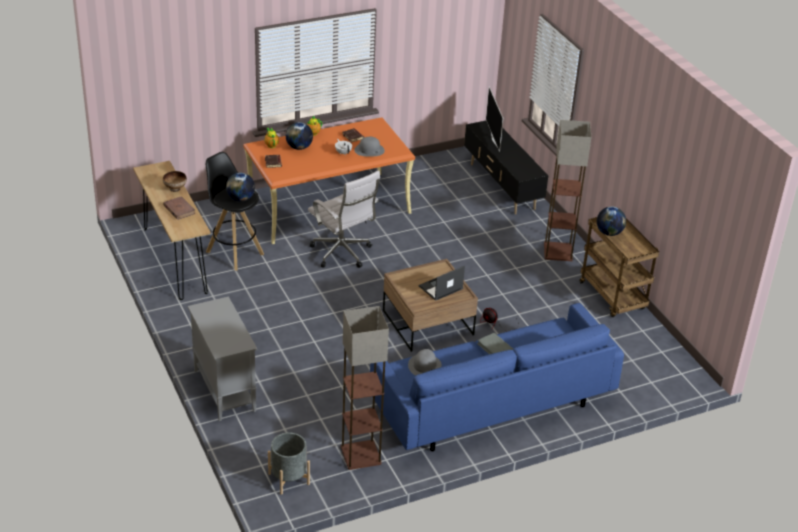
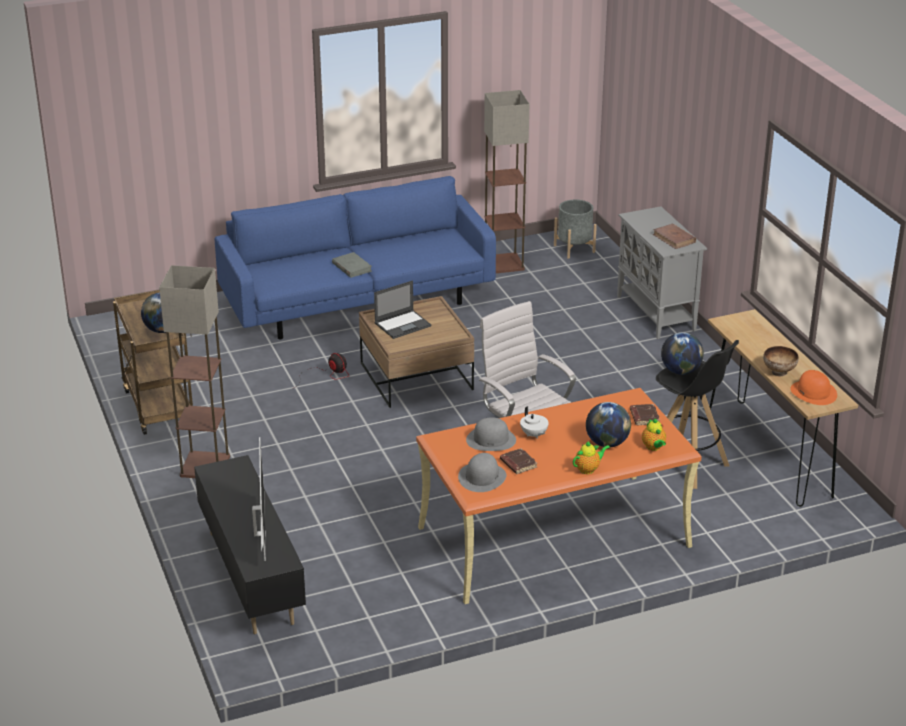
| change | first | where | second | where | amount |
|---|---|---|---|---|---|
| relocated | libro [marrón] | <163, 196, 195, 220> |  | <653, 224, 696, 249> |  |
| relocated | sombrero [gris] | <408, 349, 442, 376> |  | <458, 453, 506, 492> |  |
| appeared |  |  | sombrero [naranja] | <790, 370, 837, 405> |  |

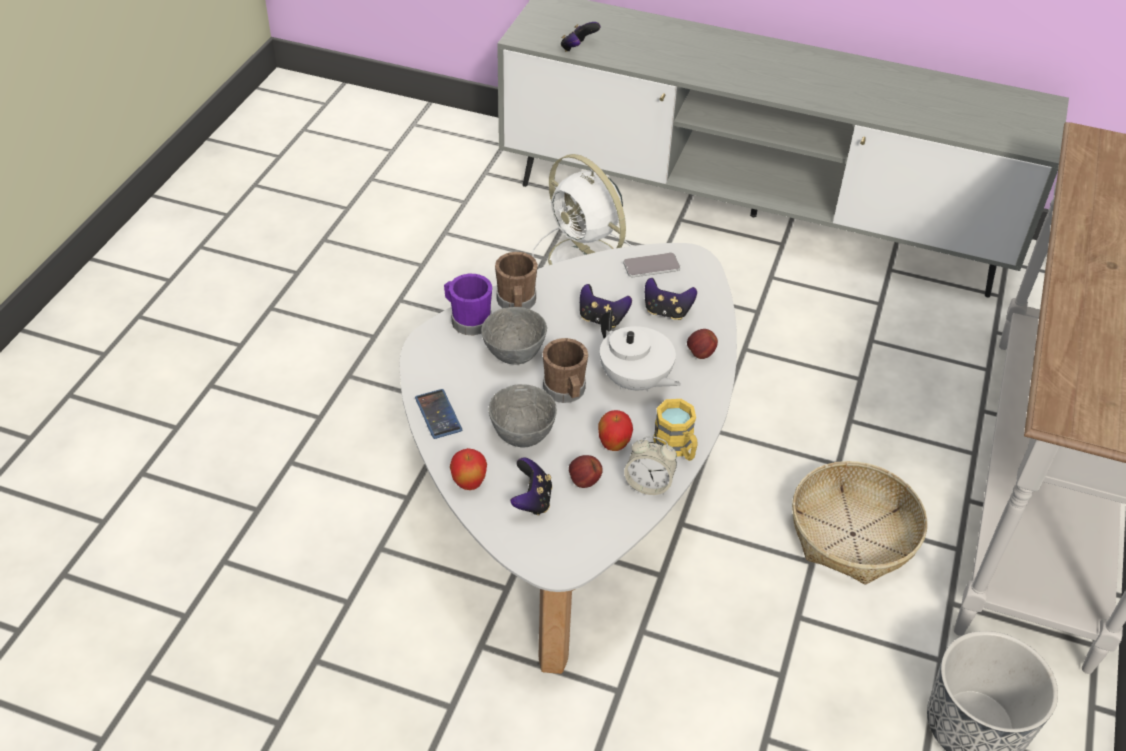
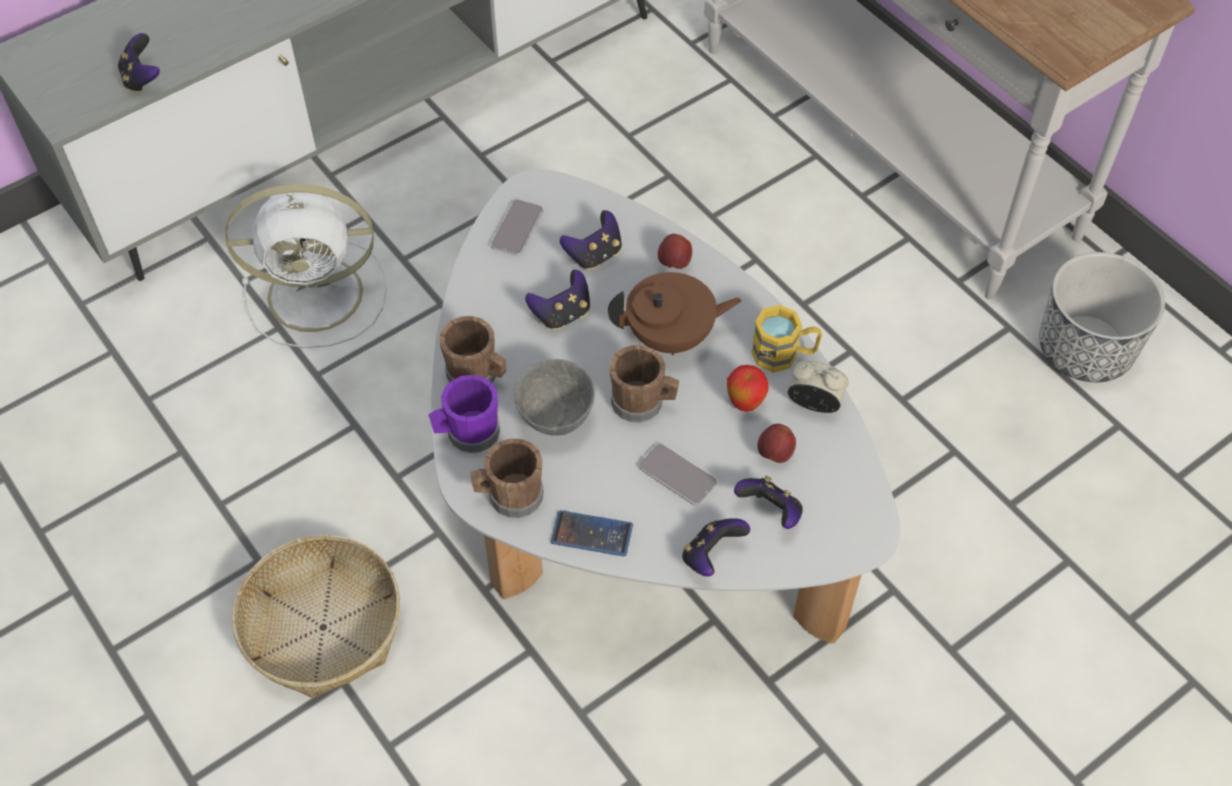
| change | first | where | second | where | amount |
|---|---|---|---|---|---|
| colour | tetera [blanco] | <600, 310, 681, 391> | tetera [marrón] | <608, 272, 742, 356> |  |
| exchanged | cuenco [gris] | <489, 384, 557, 447> | móvil | <639, 443, 717, 506> |  |
| spun | despertador | <624, 436, 677, 495> |  | <788, 361, 849, 413> | 120 degrees counterclockwise |
| exchanged | manzana | <450, 448, 487, 490> | mando de consola | <682, 518, 750, 577> |  |
| relocated | cesta | <792, 461, 927, 585> |  | <232, 535, 400, 698> |  |
| appeared |  |  | taza grande [marrón] | <470, 438, 544, 518> |  |

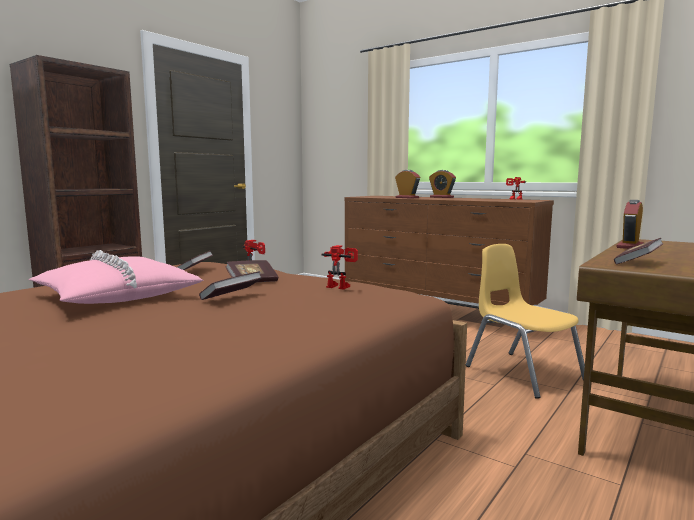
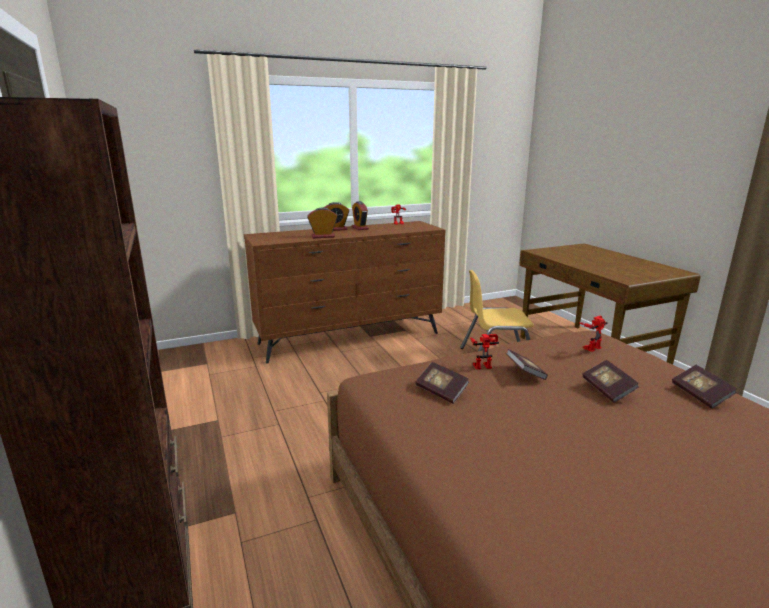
| change | first | where | second | where | amount |
|---|---|---|---|---|---|
| relocated | despertador | <617, 200, 644, 249> |  | <351, 201, 369, 230> |  |
| relocated | libro | <614, 238, 663, 264> |  | <672, 365, 737, 409> |  |
| missing | cojín [rosa] | <29, 250, 203, 304> |  |  |  |

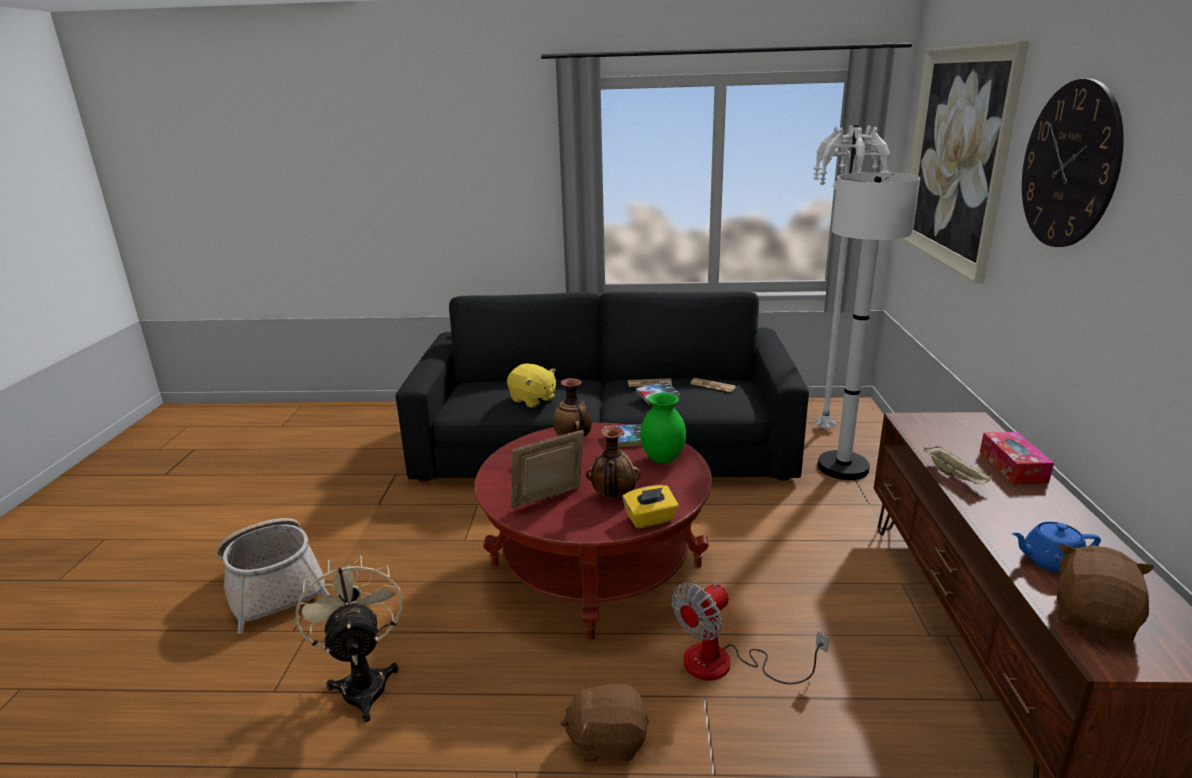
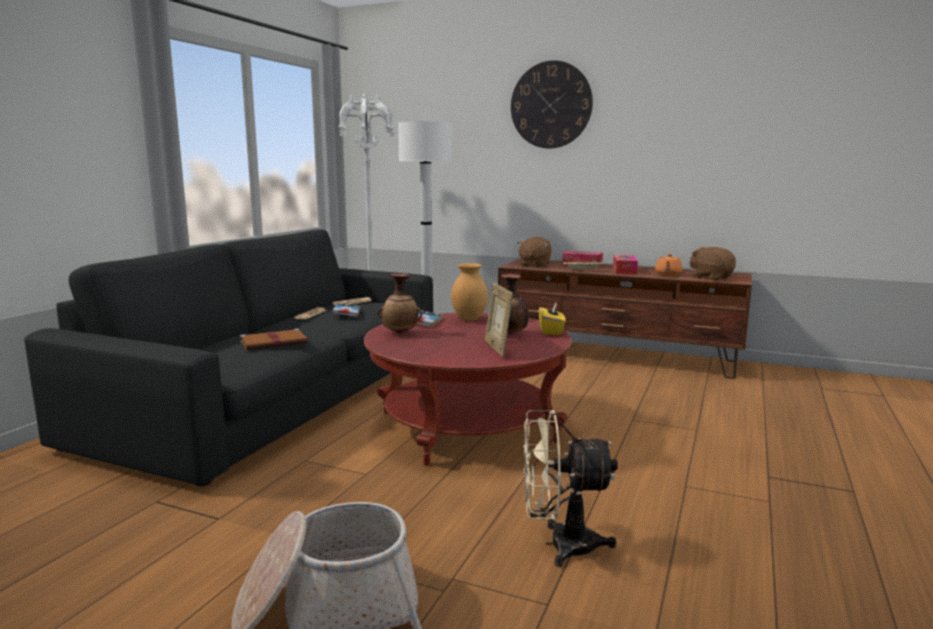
| change | first | where | second | where | amount |
|---|---|---|---|---|---|
| missing | cuadro | <900, 41, 1029, 283> |  |  |  |
| exchanged | peluche [amarillo] | <507, 363, 556, 408> | libro [marrón] | <240, 329, 307, 350> |  |
| colour | florero [verde] | <640, 393, 686, 464> | florero [marrón] | <451, 263, 488, 321> |  |
| colour | tetera [azul] | <1012, 522, 1101, 572> | tetera [naranja] | <655, 254, 683, 276> |  |
| missing | ventilador | <672, 583, 829, 684> |  |  |  |
| relocated | peluche [marrón] | <560, 680, 649, 762> |  | <517, 237, 552, 267> |  |
| appeared |  |  | caja de pañuelos | <613, 255, 638, 274> |  |

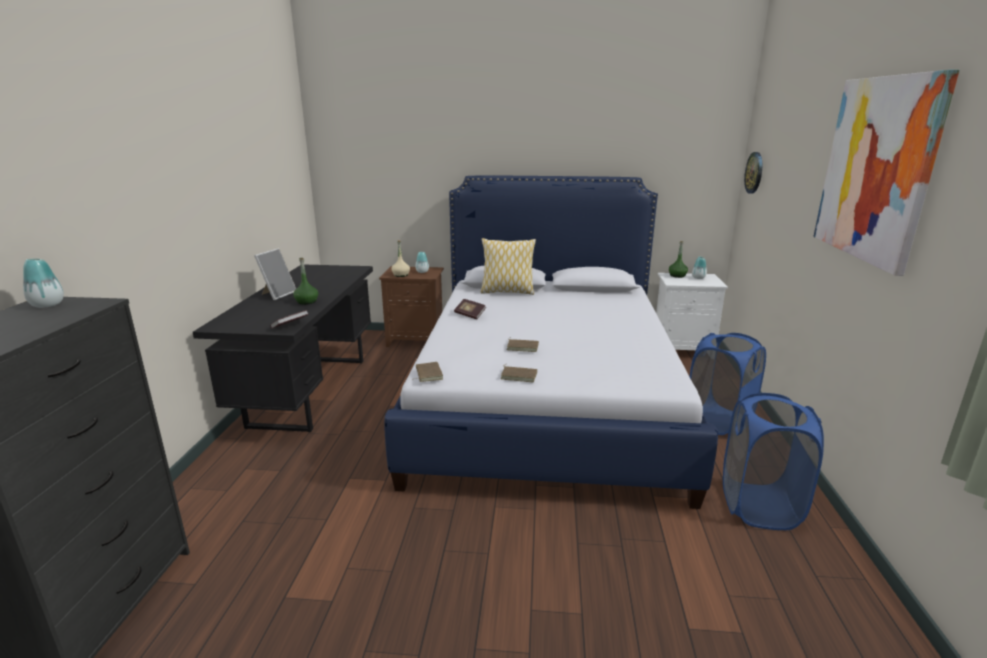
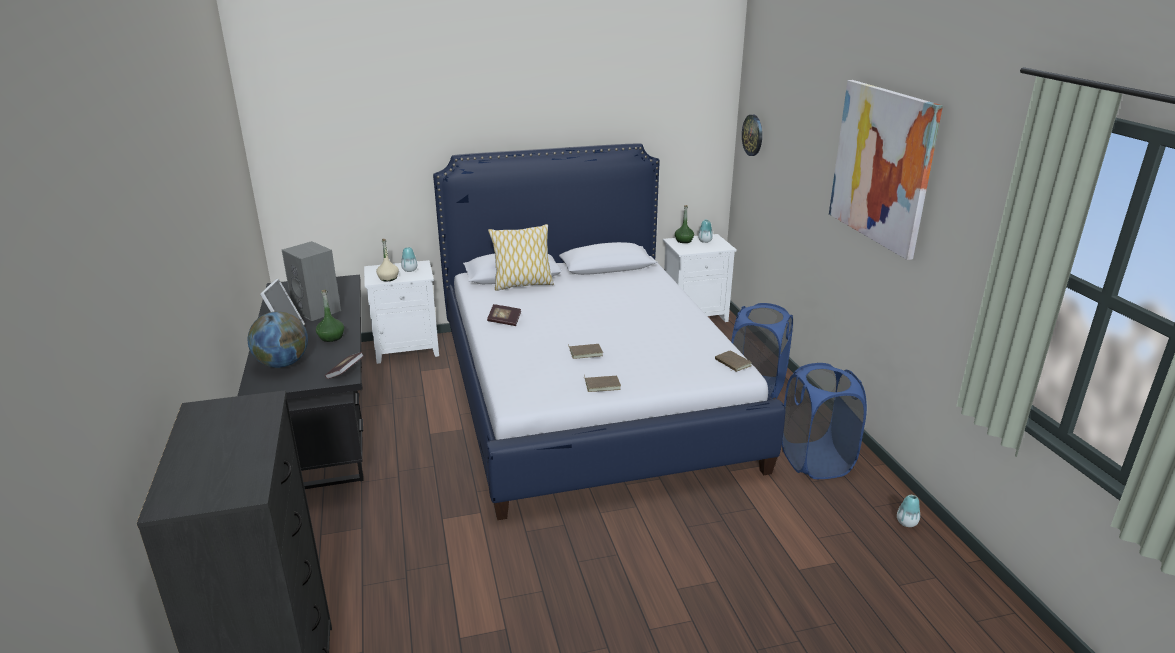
| change | first | where | second | where | amount |
|---|---|---|---|---|---|
| relocated | florero | <23, 258, 64, 308> |  | <897, 495, 920, 527> |  |
| colour | mesita de noche [marrón] | <379, 266, 444, 347> | mesita de noche [blanco] | <364, 260, 439, 364> |  |
| relocated | libro [marrón] | <412, 362, 443, 382> |  | <715, 351, 752, 372> |  |
| appeared |  |  | altavoz [gris] | <282, 241, 341, 321> |  |
| appeared |  |  | globo terráqueo | <247, 311, 308, 368> |  |

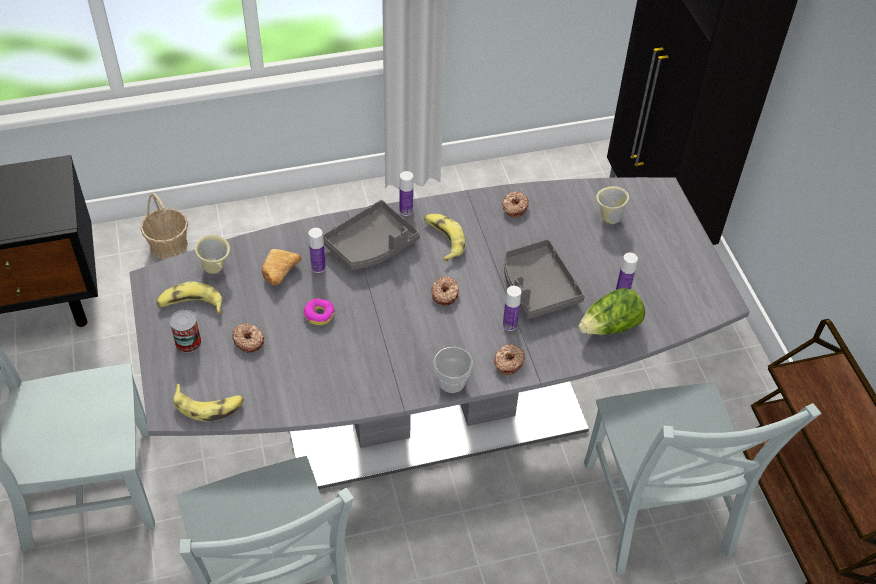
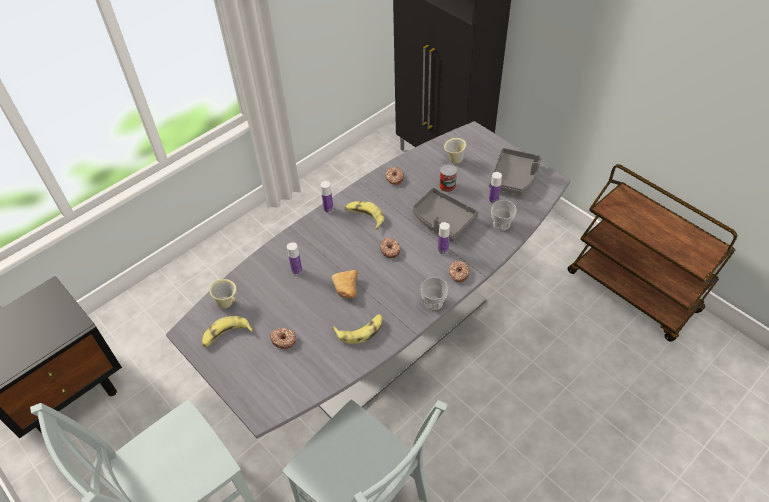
| change | first | where | second | where | amount |
|---|---|---|---|---|---|
| missing | cesta | <141, 193, 188, 259> |  |  |  |
| relocated | bandeja [gris] | <323, 200, 420, 270> |  | <489, 148, 542, 195> |  |
| relocated | pan | <262, 249, 301, 286> |  | <331, 270, 358, 299> |  |
| exchanged | lechuga | <578, 288, 645, 335> | taza | <491, 200, 517, 231> |  |
| missing | rosquilla | <303, 298, 335, 325> |  |  |  |
| relocated | lata | <169, 310, 202, 353> |  | <439, 164, 457, 192> |  |
| relocated | plátano | <173, 383, 244, 422> |  | <332, 314, 382, 344> |  |
| missing | silla [gris] | <584, 383, 821, 574> |  |  |  |

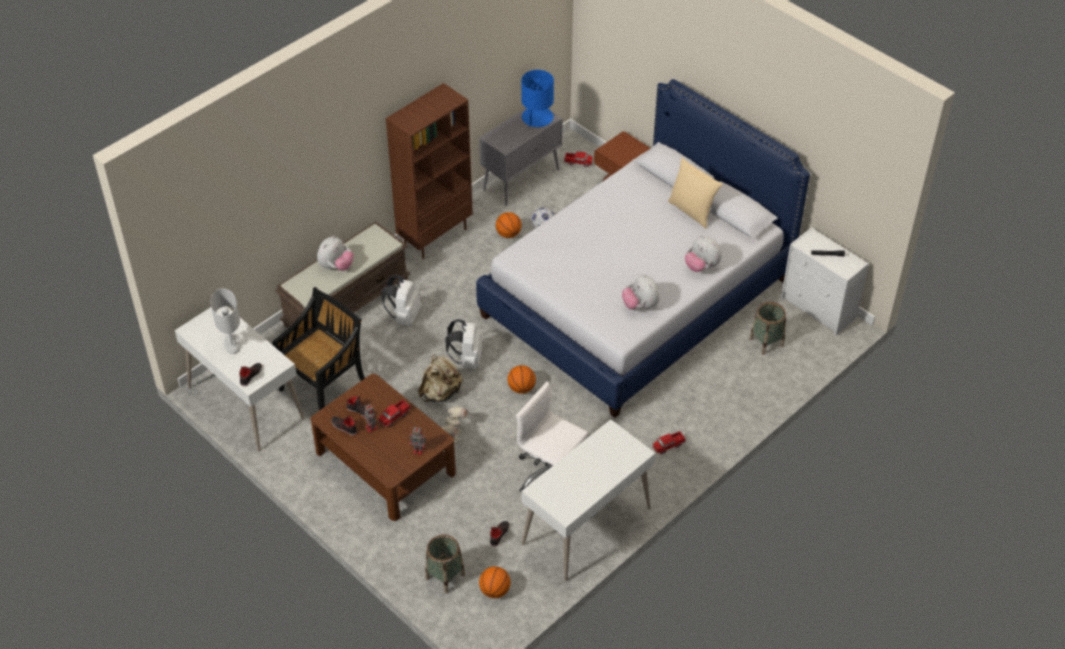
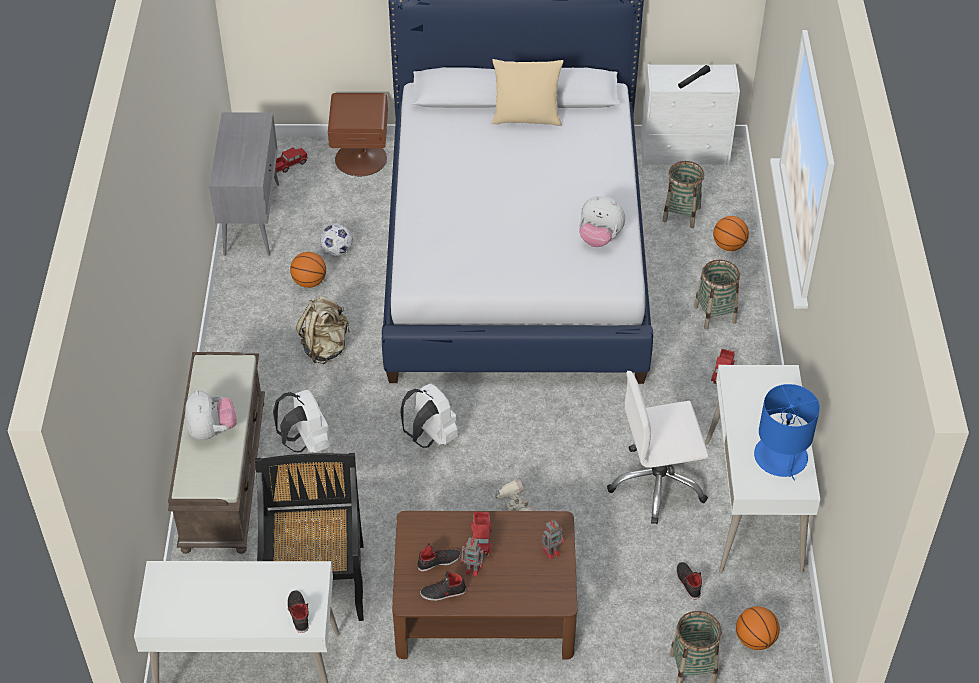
| change | first | where | second | where | amount |
|---|---|---|---|---|---|
| relocated | lámpara de mesa [azul] | <521, 70, 554, 128> |  | <754, 384, 820, 481> |  |
| missing | estantería [marrón] | <386, 83, 473, 259> |  |  |  |
| missing | peluche | <685, 235, 722, 272> |  |  |  |
| missing | lámpara de mesa [blanco] | <211, 288, 240, 354> |  |  |  |
| relocated | mochila [beis] | <418, 354, 463, 402> |  | <296, 296, 349, 364> |  |
| relocated | balón de baloncesto | <507, 365, 536, 394> |  | <713, 216, 749, 251> |  |
| appeared |  |  | cesta | <694, 260, 740, 330> |  |

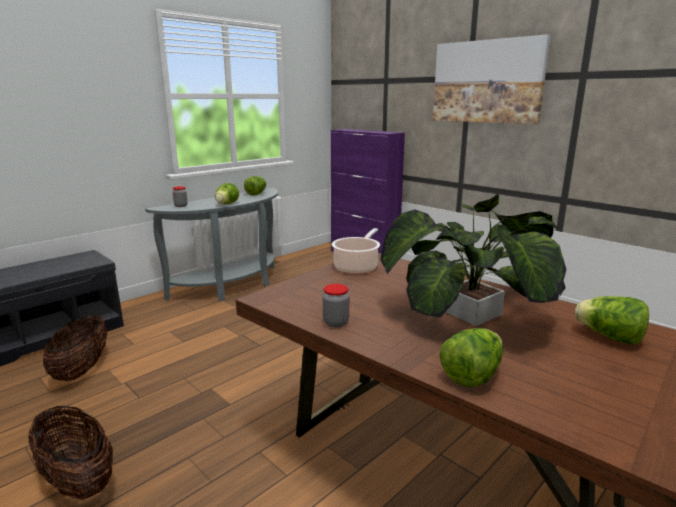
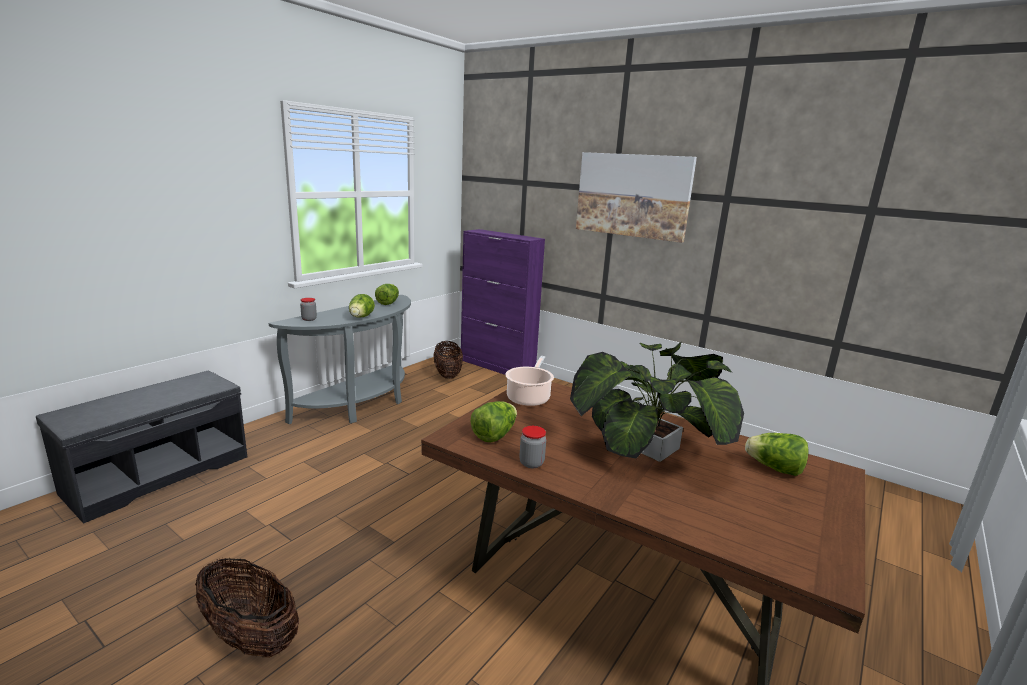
| change | first | where | second | where | amount |
|---|---|---|---|---|---|
| relocated | cesta | <43, 316, 107, 381> |  | <433, 341, 463, 379> |  |
| relocated | lechuga | <439, 328, 503, 388> |  | <471, 401, 517, 442> |  |

